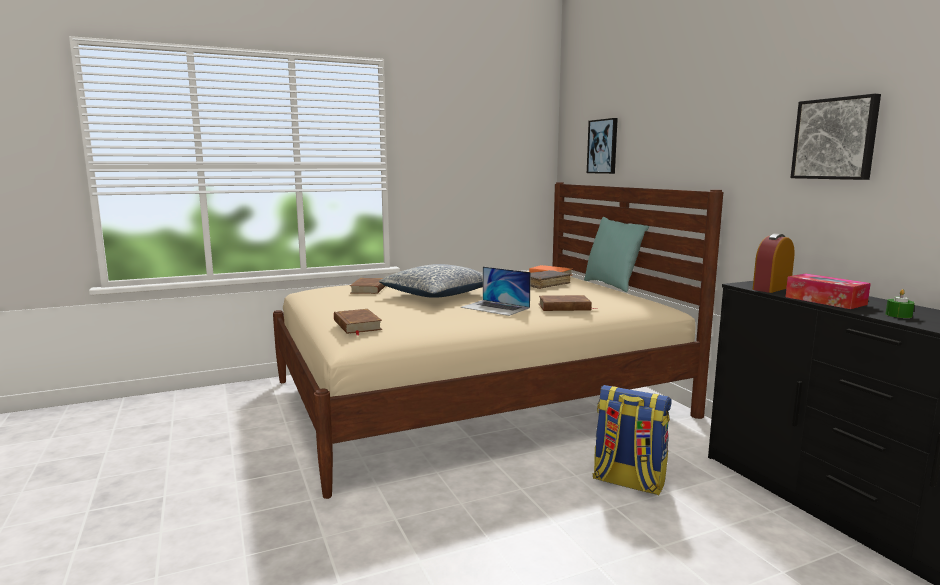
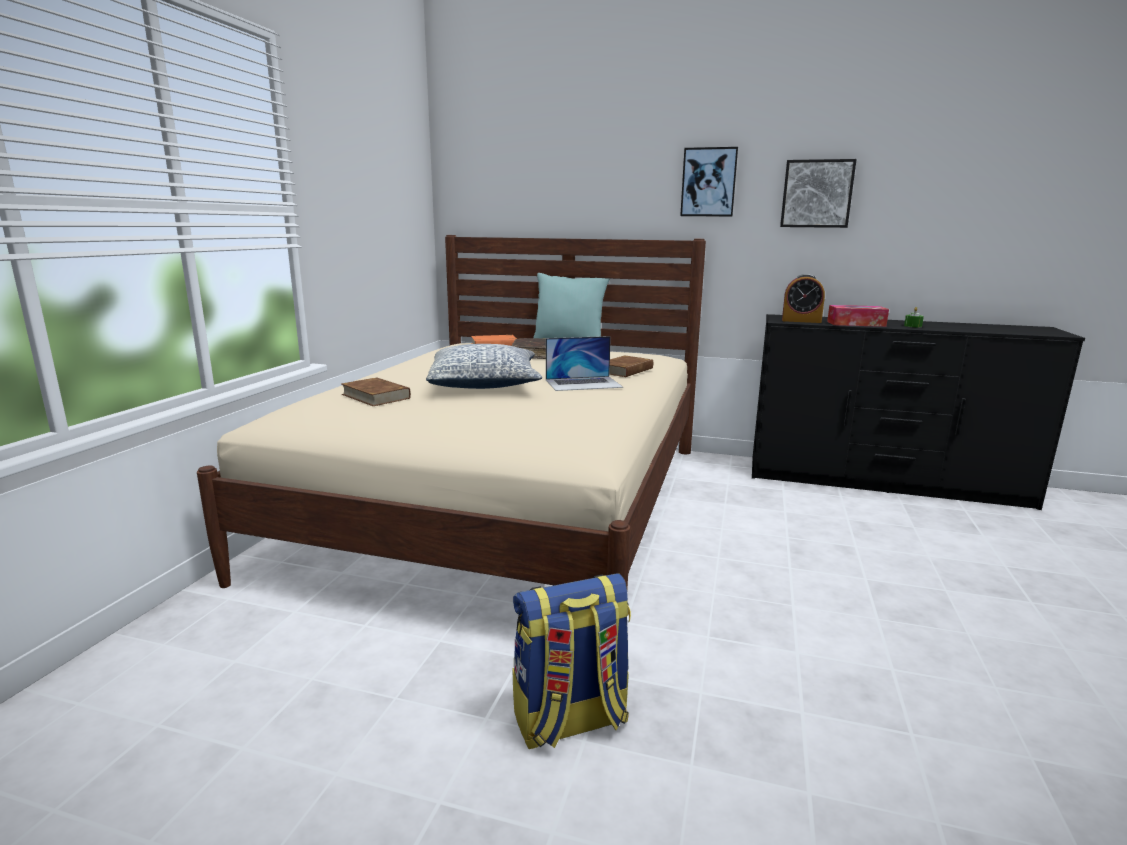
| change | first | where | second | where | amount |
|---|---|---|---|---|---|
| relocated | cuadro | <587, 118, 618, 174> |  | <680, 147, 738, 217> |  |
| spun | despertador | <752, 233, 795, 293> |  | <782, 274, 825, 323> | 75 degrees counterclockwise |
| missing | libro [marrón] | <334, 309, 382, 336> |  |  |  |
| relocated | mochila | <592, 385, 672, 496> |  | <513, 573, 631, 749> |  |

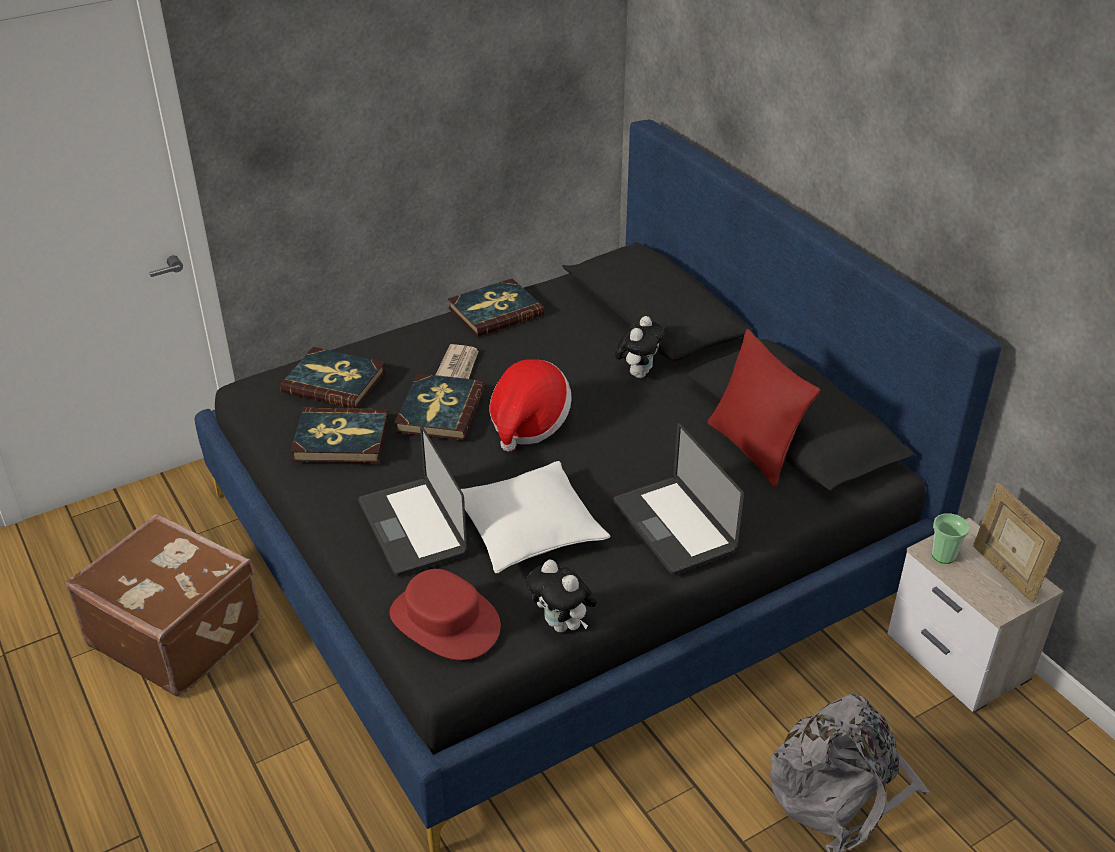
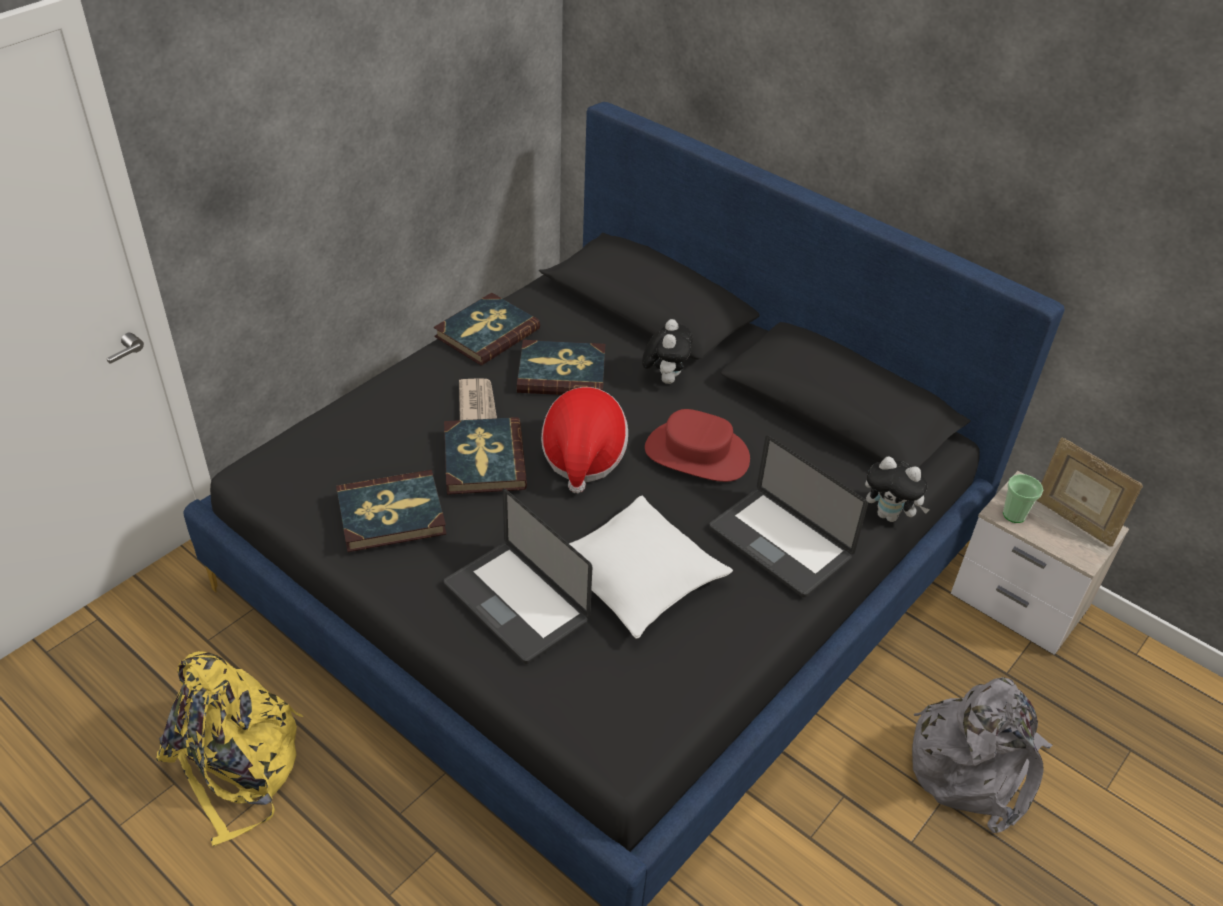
| change | first | where | second | where | amount |
|---|---|---|---|---|---|
| missing | cojín [rojo] | <708, 329, 820, 488> |  |  |  |
| relocated | libro | <280, 347, 386, 409> |  | <517, 340, 605, 395> |  |
| exchanged | maleta [marrón] | <66, 513, 261, 697> | mochila [amarillo] | <156, 651, 303, 846> |  |
| relocated | peluche | <526, 560, 597, 632> |  | <865, 457, 930, 522> |  |
| relocated | sombrero [rojo] | <390, 569, 501, 660> |  | <645, 409, 750, 482> |  |

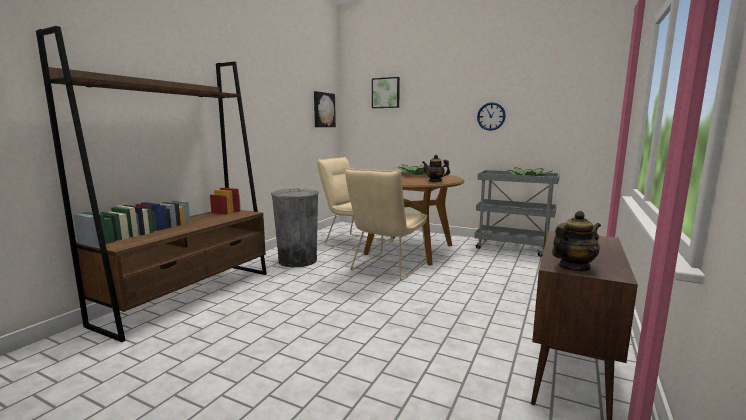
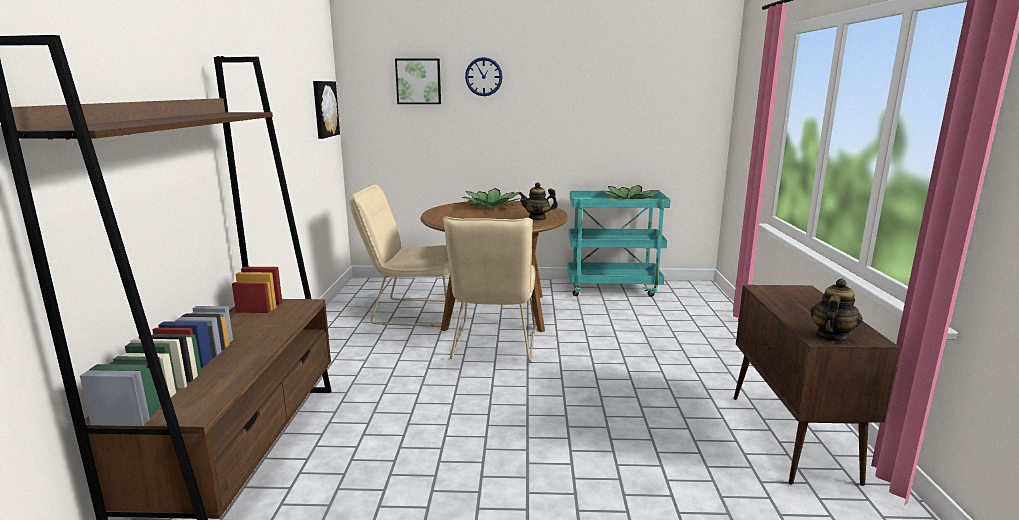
| change | first | where | second | where | amount |
|---|---|---|---|---|---|
| relocated | reloj de pared | <477, 102, 506, 131> |  | <465, 57, 503, 96> |  |
| colour | carrito [gris] | <474, 170, 560, 257> | carrito [turquesa] | <567, 191, 671, 297> |  |
| missing | papelera [gris] | <271, 188, 319, 267> |  |  |  |

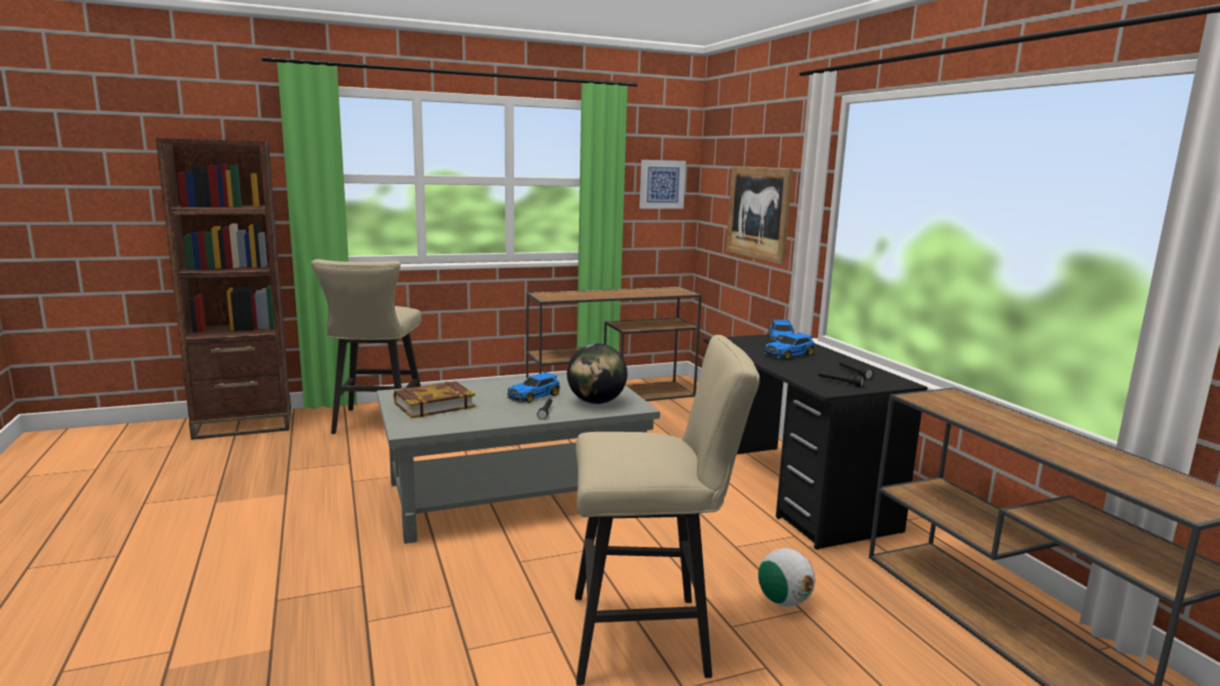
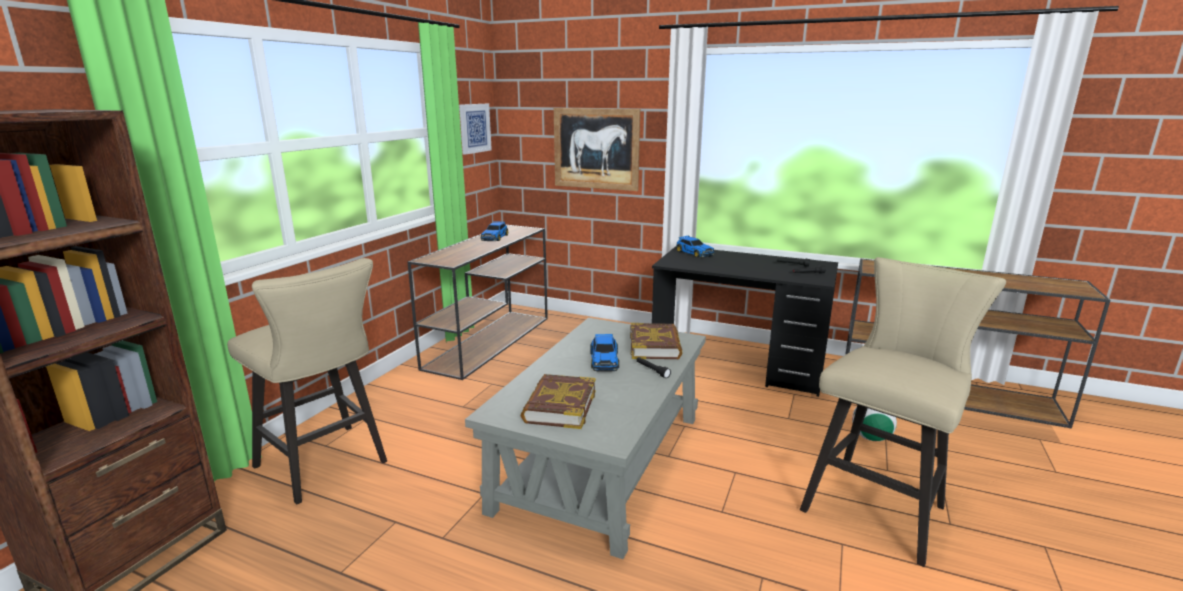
| change | first | where | second | where | amount |
|---|---|---|---|---|---|
| relocated | coche de juguete | <764, 332, 815, 360> |  | <480, 221, 508, 241> |  |
| exchanged | globo terráqueo | <567, 343, 627, 404> | libro | <630, 323, 682, 359> |  |

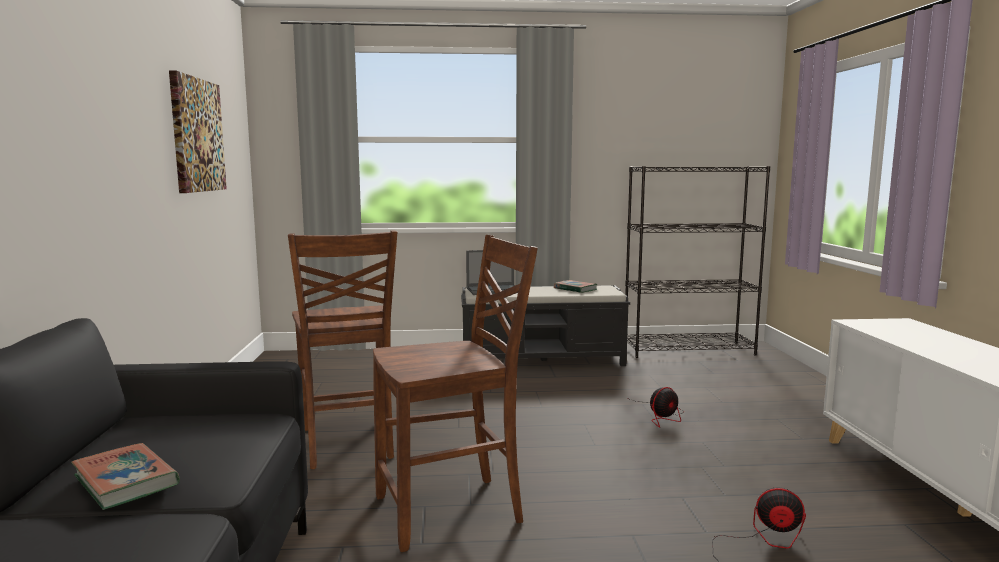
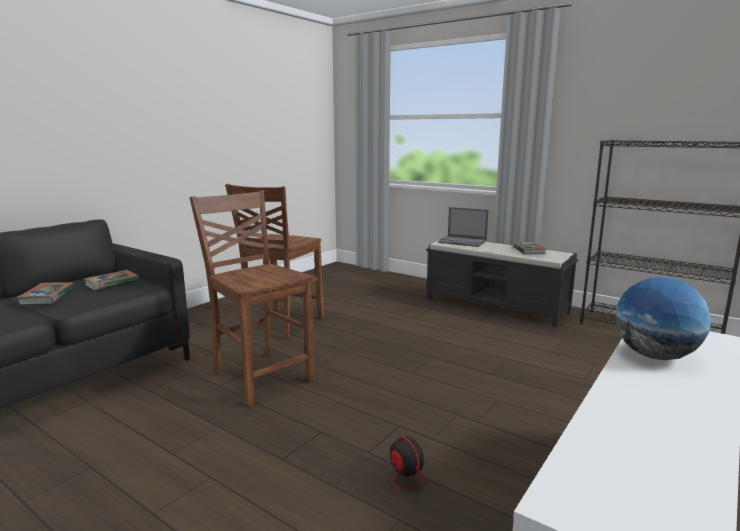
| change | first | where | second | where | amount |
|---|---|---|---|---|---|
| missing | cuadro | <169, 70, 227, 193> |  |  |  |
| spun | silla [marrón] | <373, 235, 538, 552> |  | <189, 190, 315, 406> | 150 degrees counterclockwise |
| missing | ventilador | <630, 387, 684, 428> |  |  |  |
| appeared |  |  | libro | <84, 270, 139, 291> |  |
| appeared |  |  | globo terráqueo | <615, 277, 711, 360> |  |

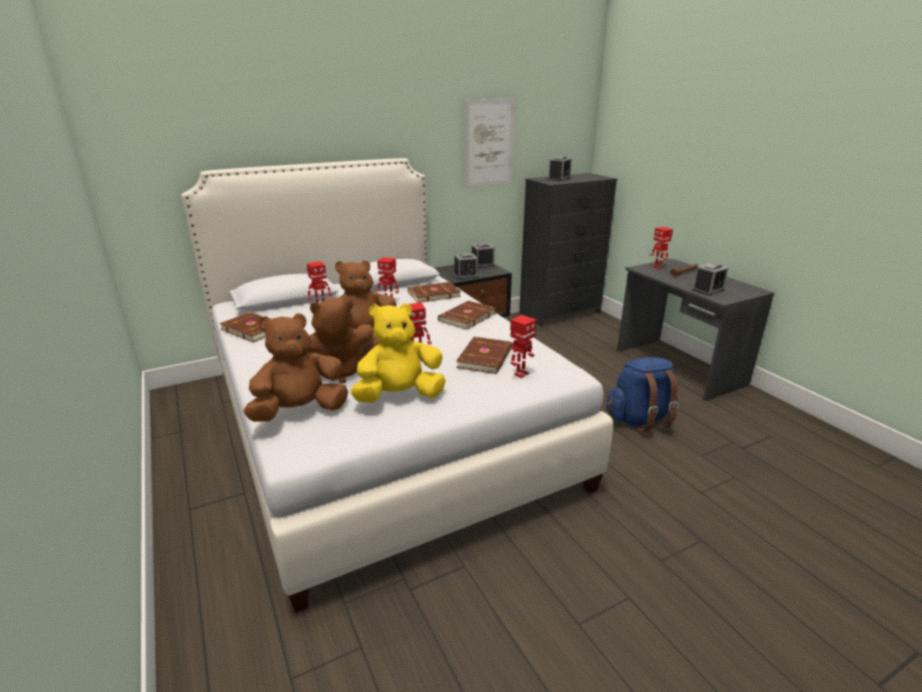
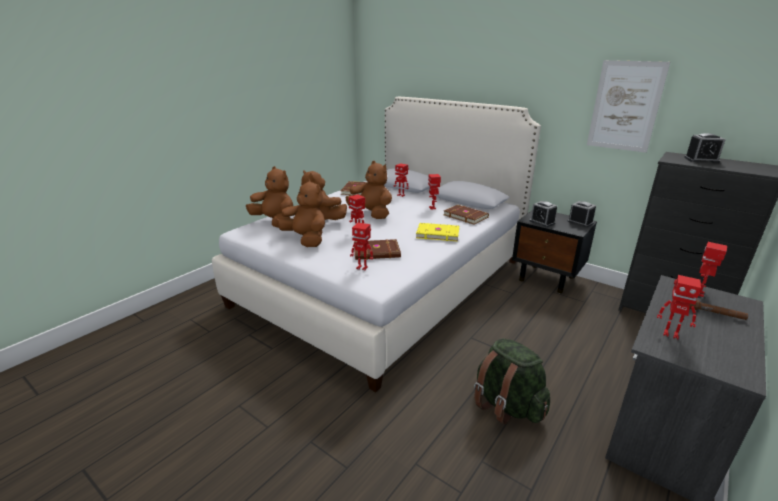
| change | first | where | second | where | amount |
|---|---|---|---|---|---|
| exchanged | despertador | <692, 263, 729, 296> | robot de juguete | <657, 275, 701, 339> |  |
| colour | libro [marrón] | <438, 301, 496, 330> | libro [amarillo] | <416, 223, 459, 241> |  |
| colour | peluche [amarillo] | <350, 303, 446, 403> | peluche [marrón] | <276, 179, 325, 247> |  |
| colour | mochila [azul] | <606, 357, 678, 433> | mochila [verde] | <474, 338, 550, 425> |  |

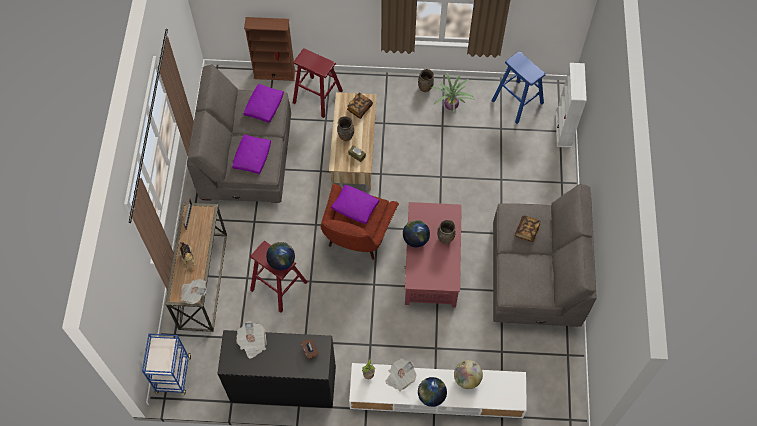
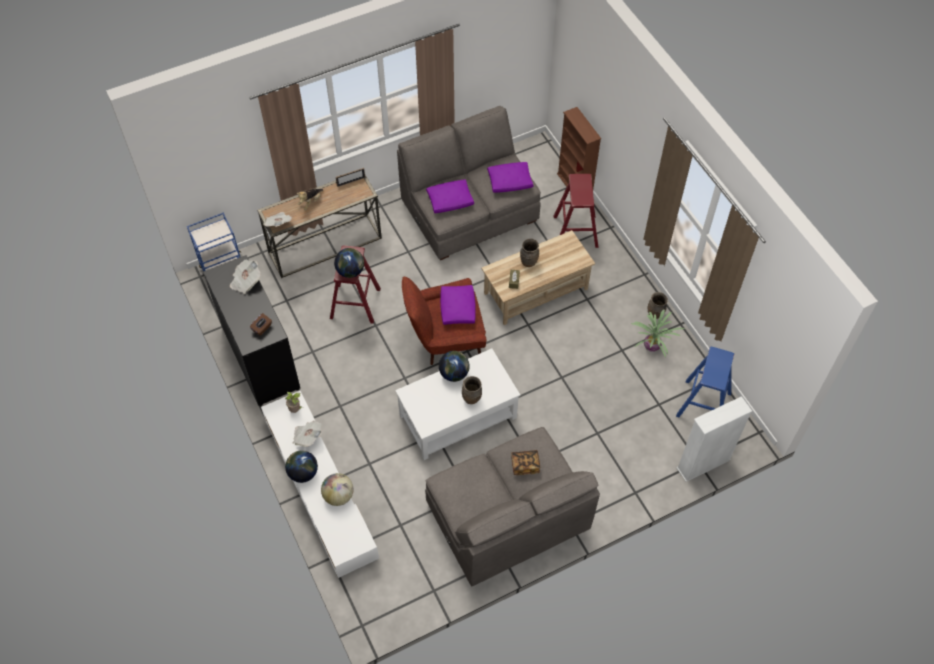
| change | first | where | second | where | amount |
|---|---|---|---|---|---|
| missing | libro | <347, 93, 373, 119> |  |  |  |
| colour | mesa de centro [rojo] | <405, 202, 462, 307> | mesa de centro [blanco] | <395, 348, 520, 460> |  |

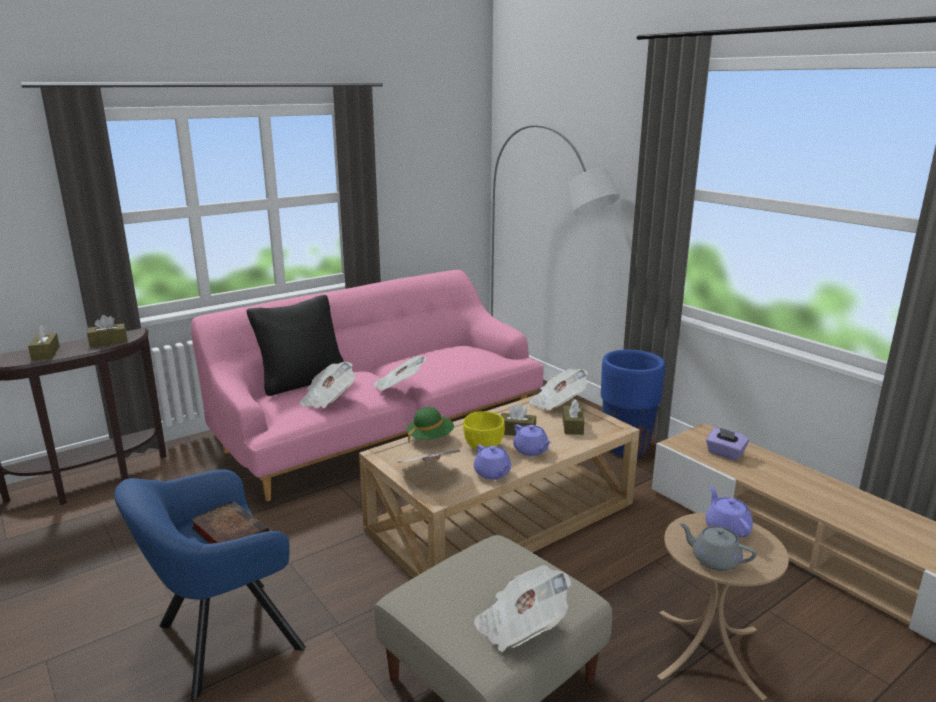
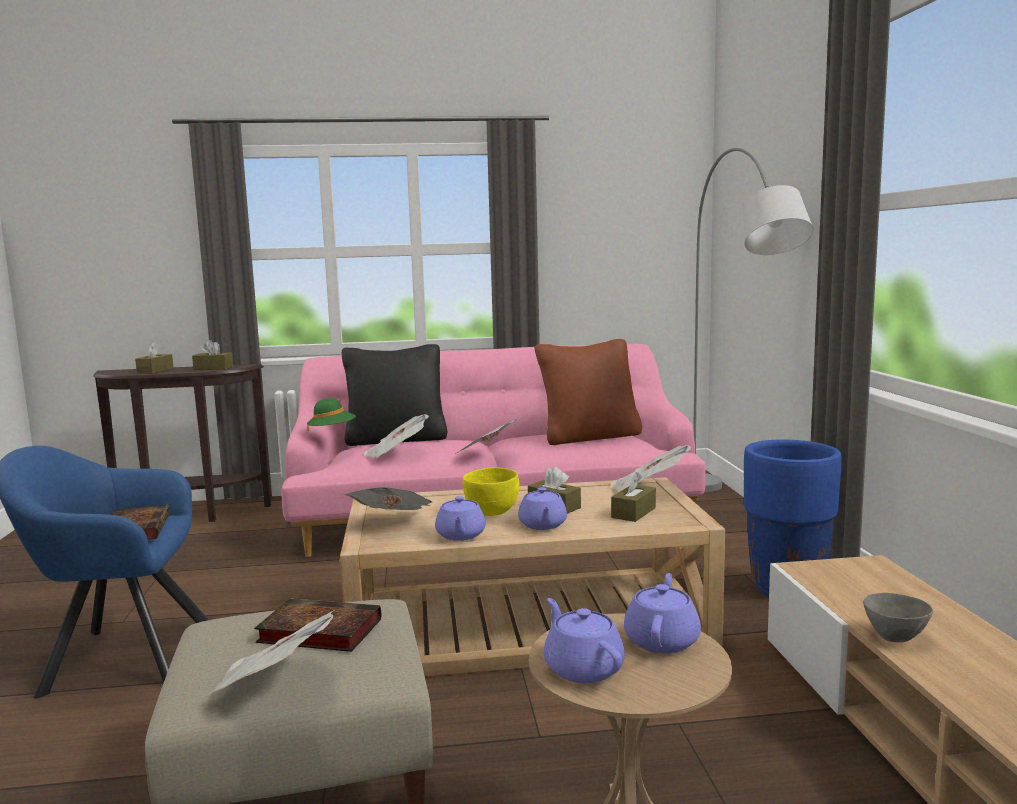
| change | first | where | second | where | amount |
|---|---|---|---|---|---|
| relocated | sombrero [verde] | <407, 407, 454, 443> |  | <307, 398, 356, 432> |  |
| missing | caja de pañuelos [morado] | <706, 428, 749, 461> |  |  |  |
| colour | tetera [gris] | <679, 523, 757, 571> | tetera [morado] | <544, 598, 625, 683> |  |
| appeared |  |  | cojín [marrón] | <534, 339, 642, 445> |  |
| appeared |  |  | cuenco [gris] | <863, 593, 933, 642> |  |
| appeared |  |  | libro | <254, 598, 381, 652> |  |

